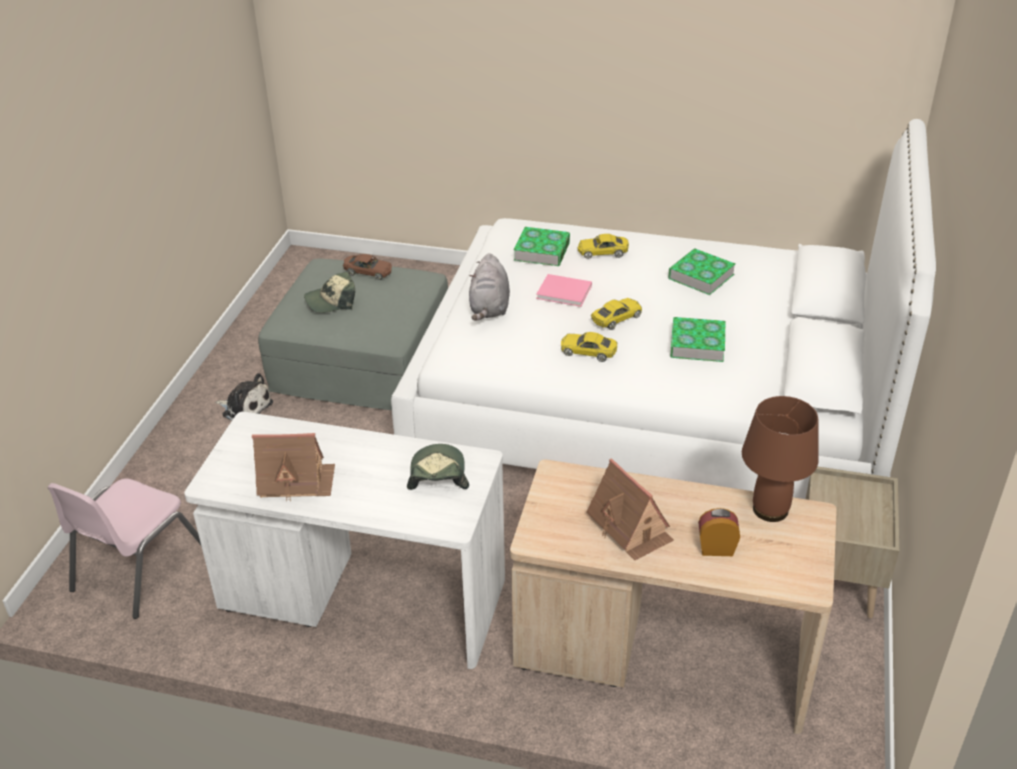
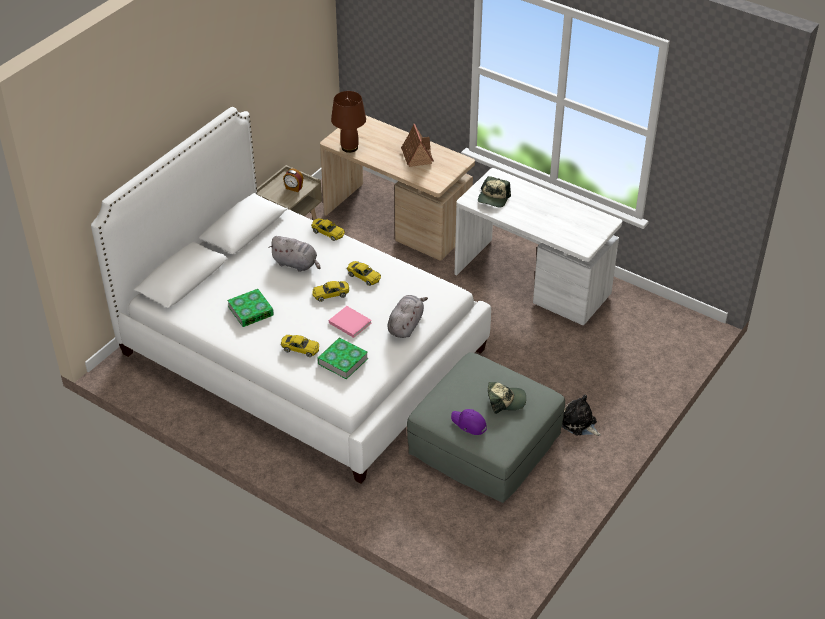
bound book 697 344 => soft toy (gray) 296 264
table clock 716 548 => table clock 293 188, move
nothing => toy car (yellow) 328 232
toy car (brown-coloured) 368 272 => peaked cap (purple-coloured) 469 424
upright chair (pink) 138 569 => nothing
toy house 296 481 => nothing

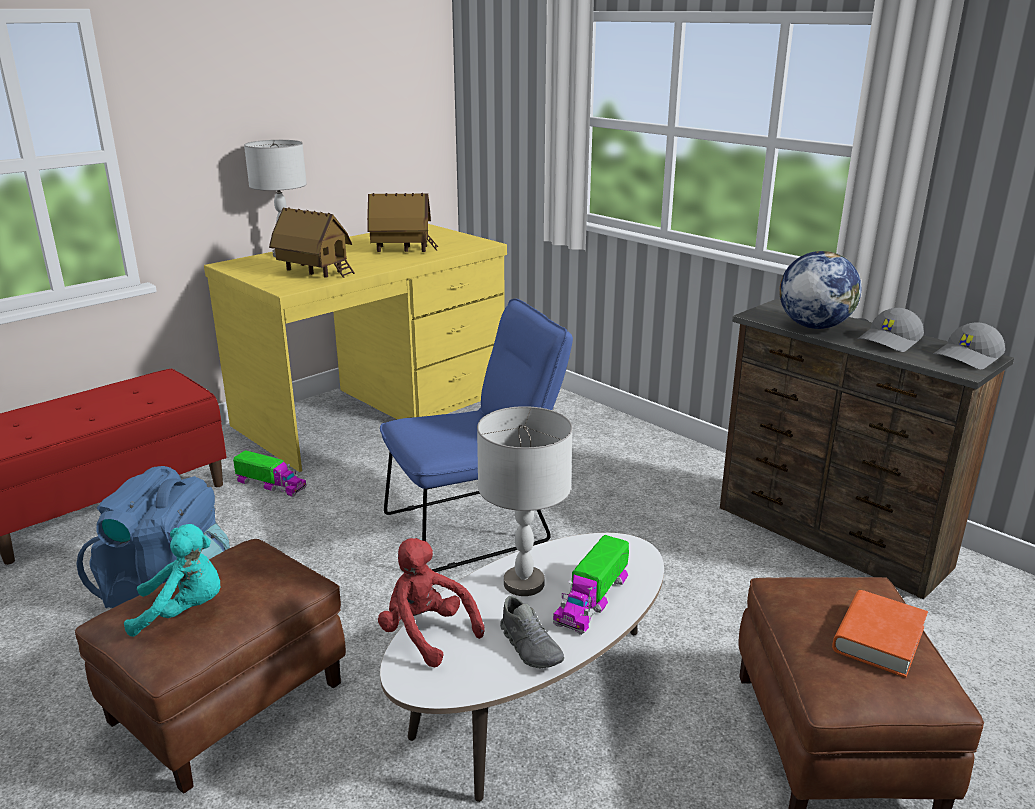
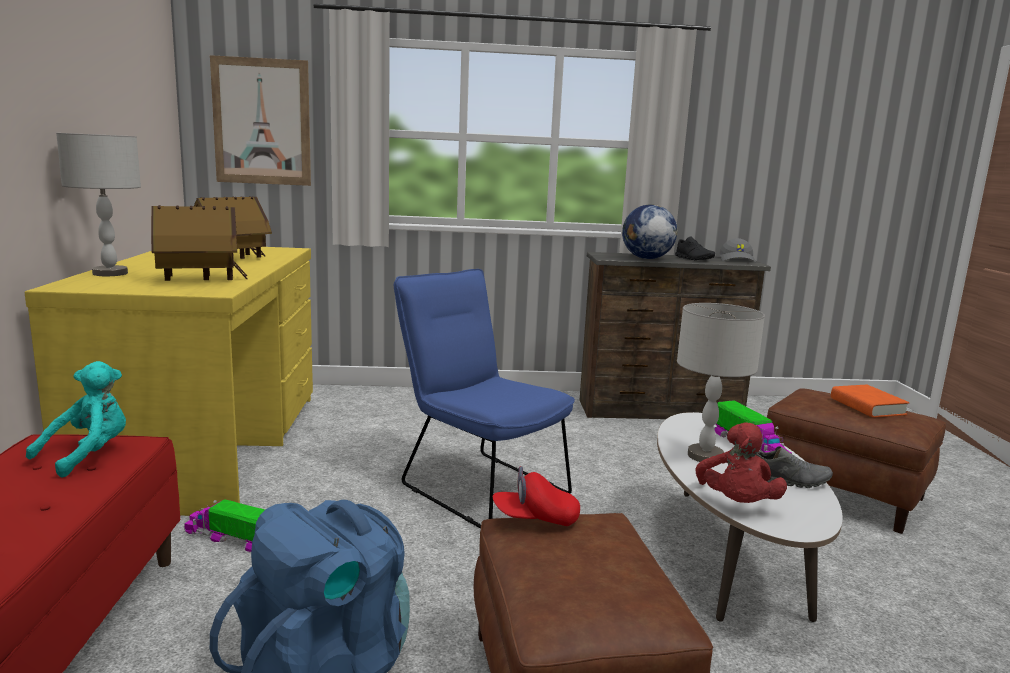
soft toy (blue-green) 184 611 => soft toy (blue-green) 88 455, move
toy lorry 271 485 => toy lorry 230 537, 135 degrees counterclockwise
nothing => wall art 262 122
upright chair (bluish) 477 525 => upright chair (bluish) 477 485, 60 degrees counterclockwise
nothing => peaked cap (red-coloured) 535 519
peaked cap (gray) 890 341 => shoe (black) 694 259
soft toy (red-coloured) 426 634 => soft toy (red-coloured) 736 504, 75 degrees counterclockwise

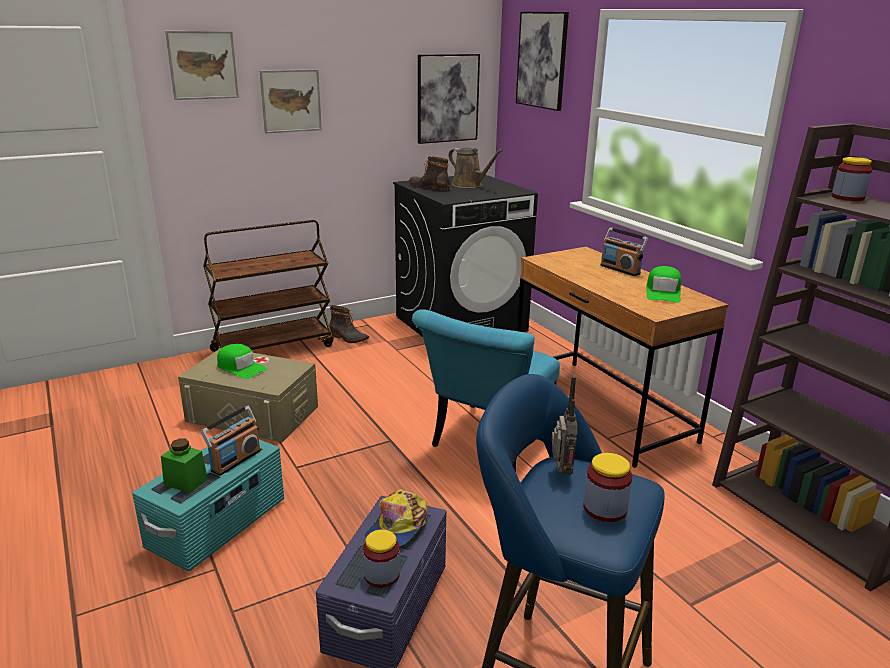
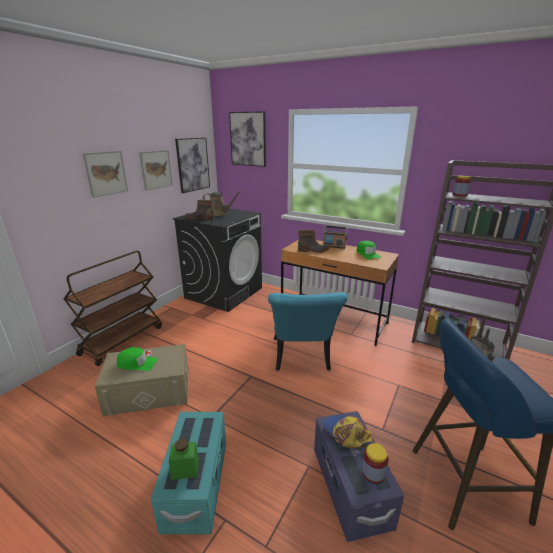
wall art 203 65 => wall art 156 169, move
boot 348 338 => boot 313 250, move
peaked cap 397 526 => peaked cap 346 434, 150 degrees clockwise
radio set 235 460 => nothing
preserve jar 605 508 => nothing

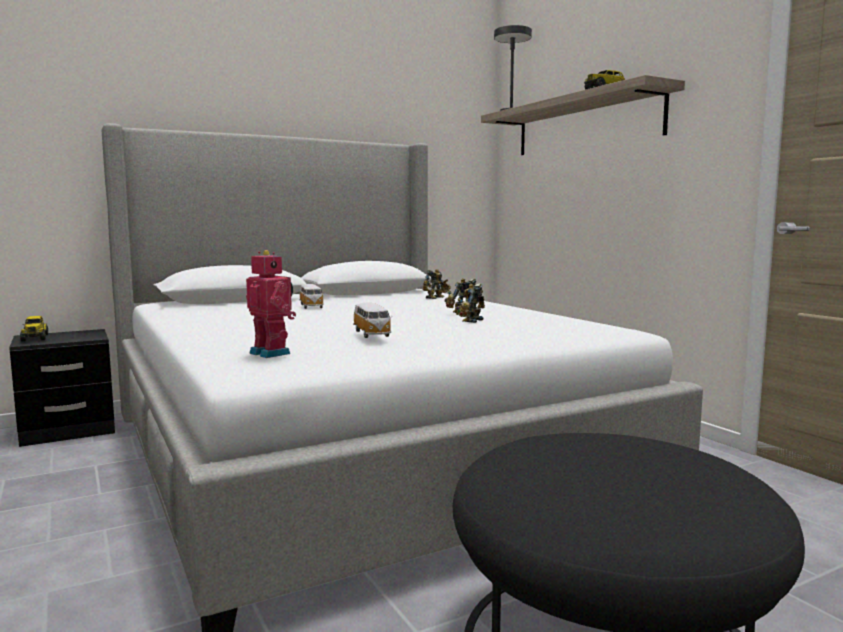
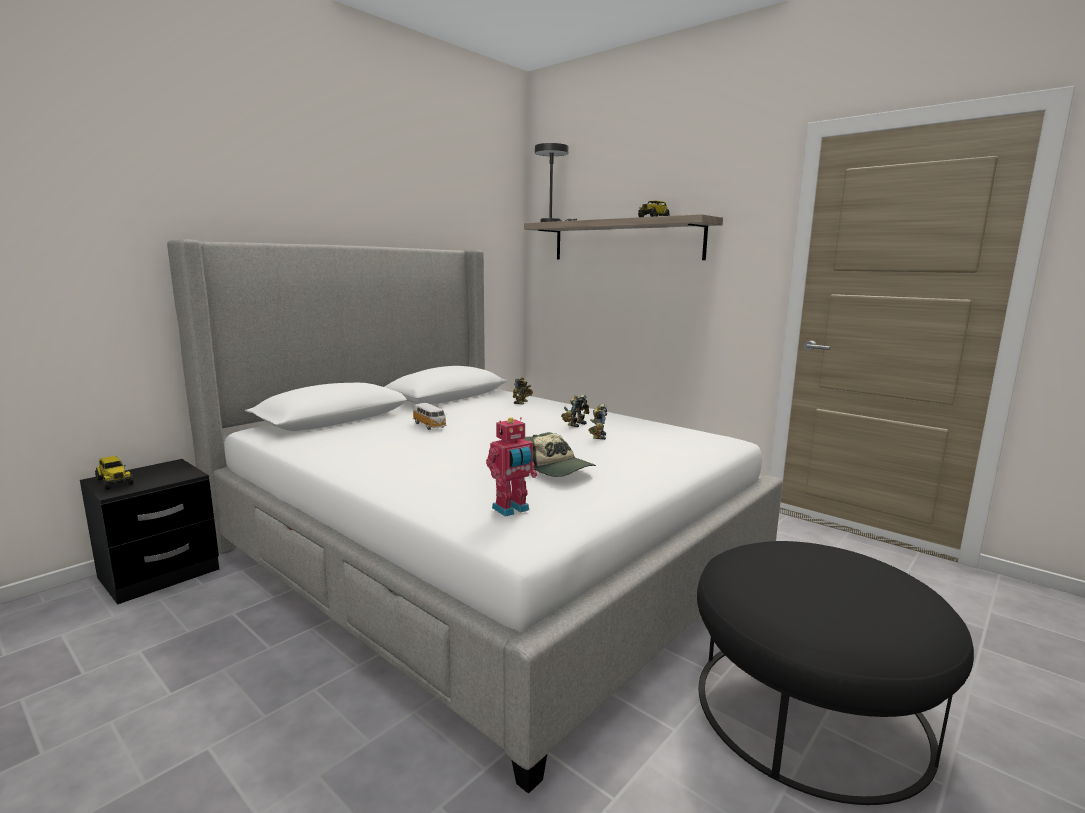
model robot 272 353 => model robot 512 510, 120 degrees clockwise
toy car 372 334 => peaked cap 556 469

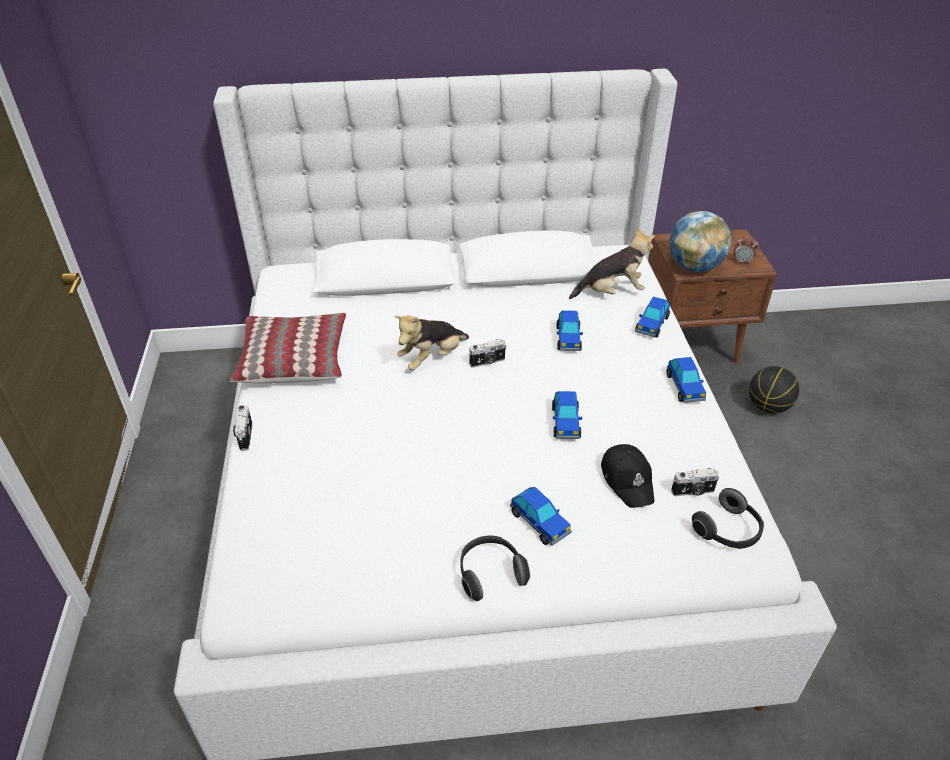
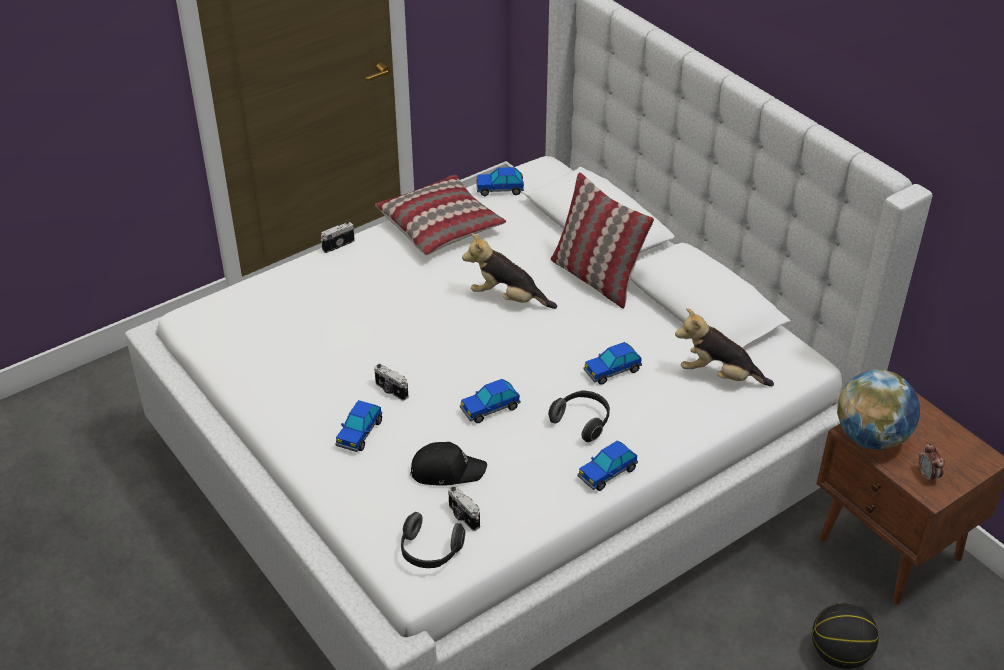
photo camera 487 362 => photo camera 391 391, move
peaked cap (black) 628 480 => peaked cap (black) 446 470, 135 degrees counterclockwise
toy car 652 324 => toy car 499 189, move
headset 490 574 => headset 582 422, move
nothing => throw pillow 596 278
soft toy 611 292 => soft toy 719 375, 150 degrees clockwise

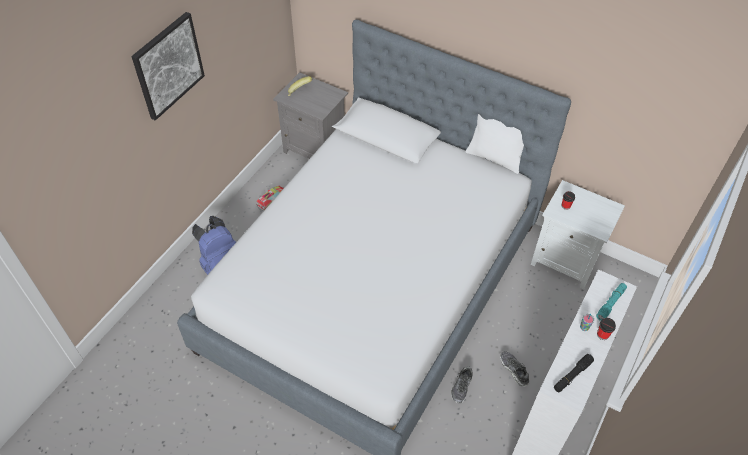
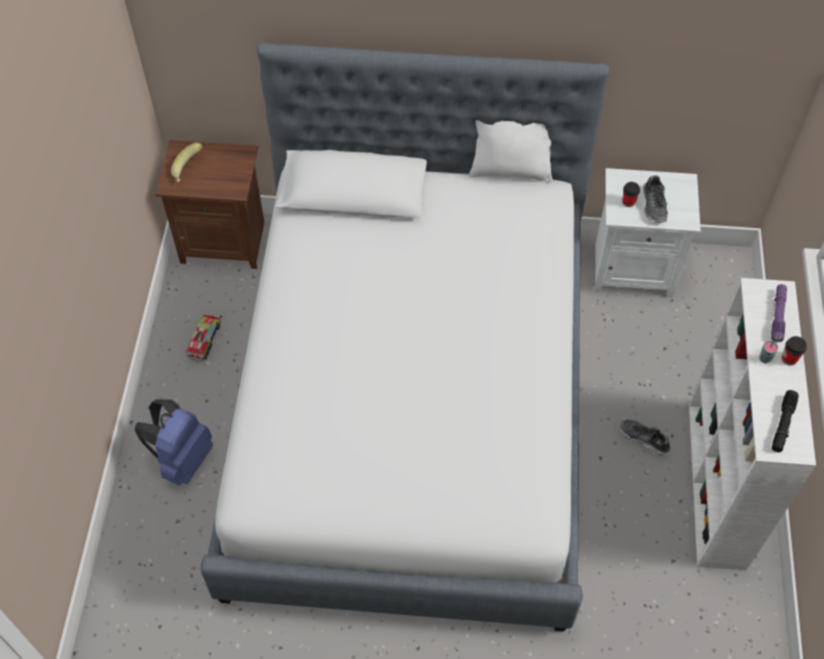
bedside table (gray) 315 149 => bedside table (brown-coloured) 224 241
shoe 461 387 => shoe 654 205, move
torch (blue-green) 610 303 => torch (purple-coloured) 778 315
wall art 168 65 => nothing

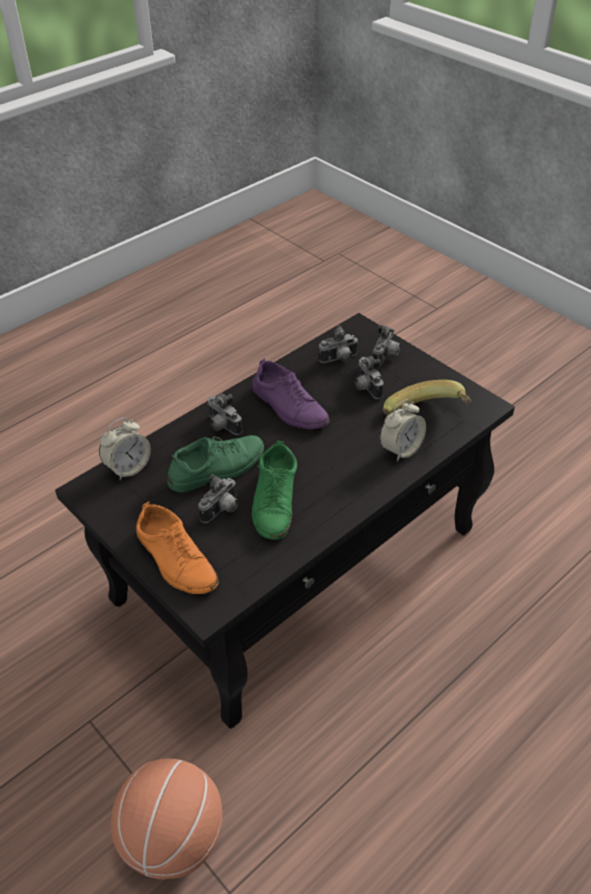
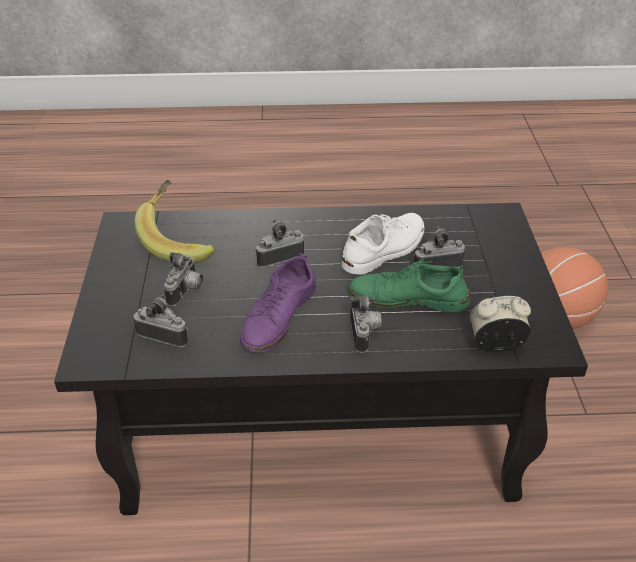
shoe (purple-coloured) 289 406 => shoe (purple-coloured) 278 316, 150 degrees counterclockwise
photo camera 386 357 => photo camera 278 257, move
shoe (greenish) 275 500 => shoe (whitish) 384 249
shoe (orange) 176 559 => nothing
table clock 400 449 => nothing

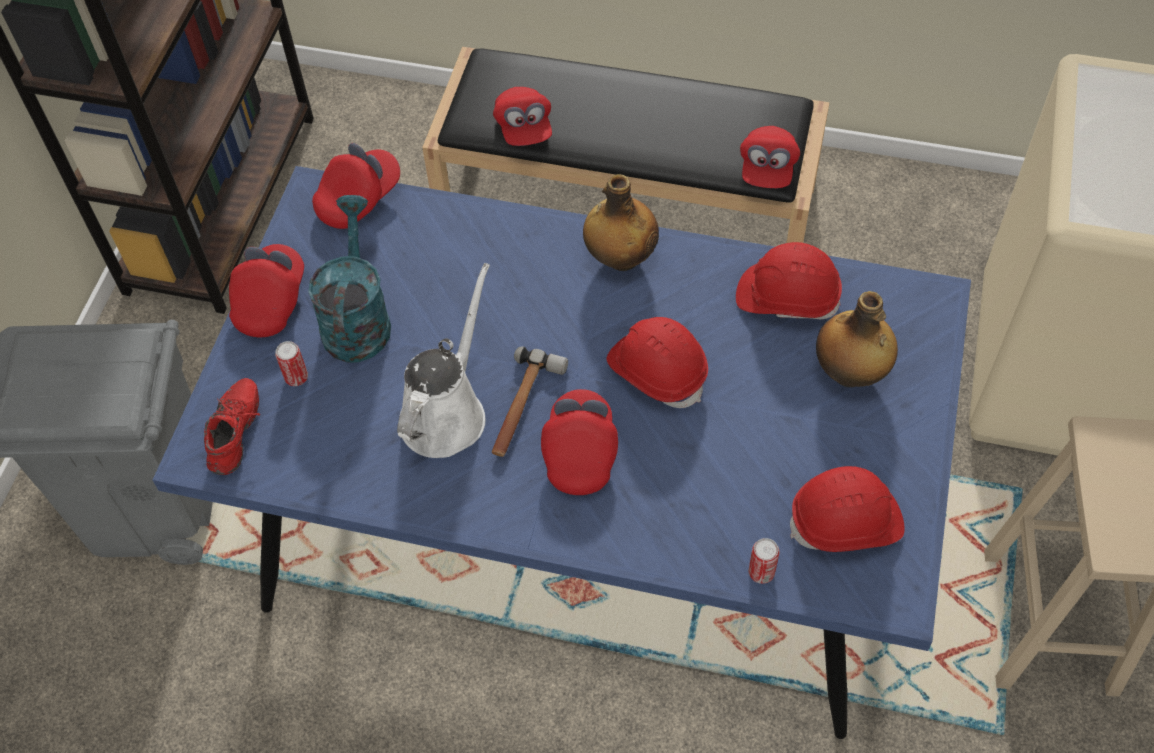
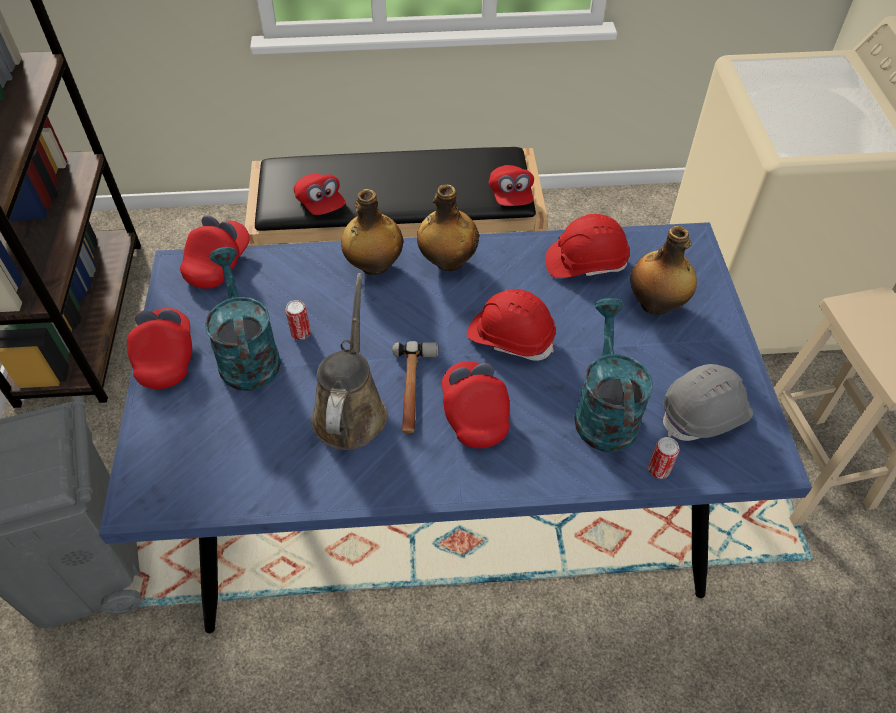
sealed can 296 377 => sealed can 301 333, move
sprinkling can (whitish) 446 412 => sprinkling can (brown-coloured) 350 410
nothing => drink bottle 374 266
nothing => sprinkling can (blue-green) 604 410
work helmet (red-coloured) 846 523 => work helmet (gray) 705 414
shoe (red-coloured) 239 434 => nothing

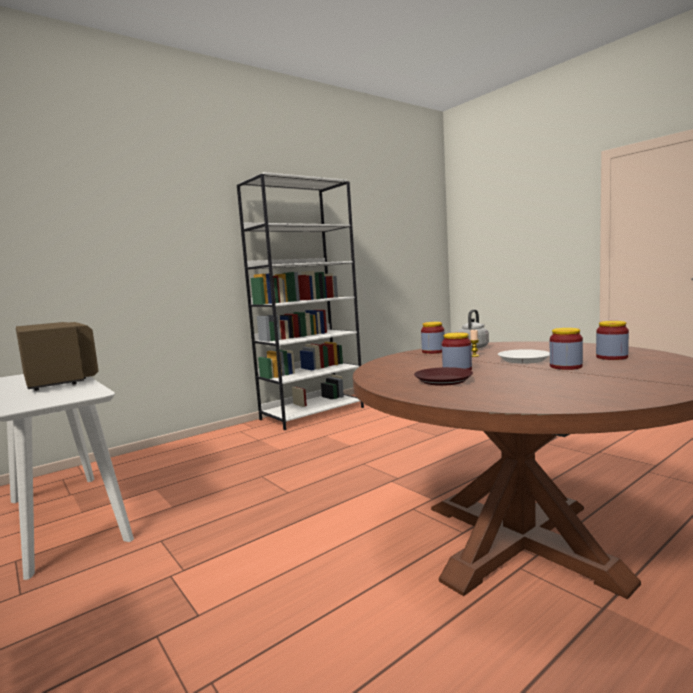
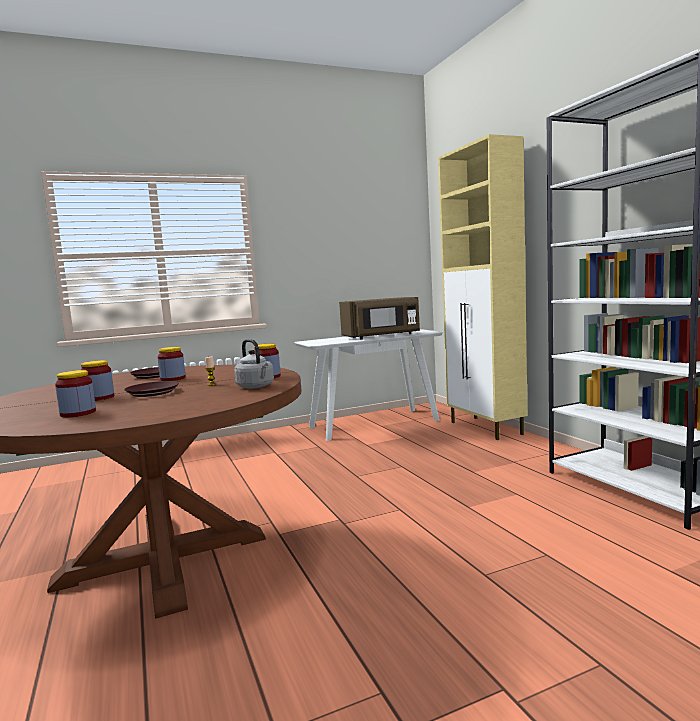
flat dish (whitish) 523 360 => flat dish (brown-coloured) 153 392
nothing => cupboard (beige) 486 428

